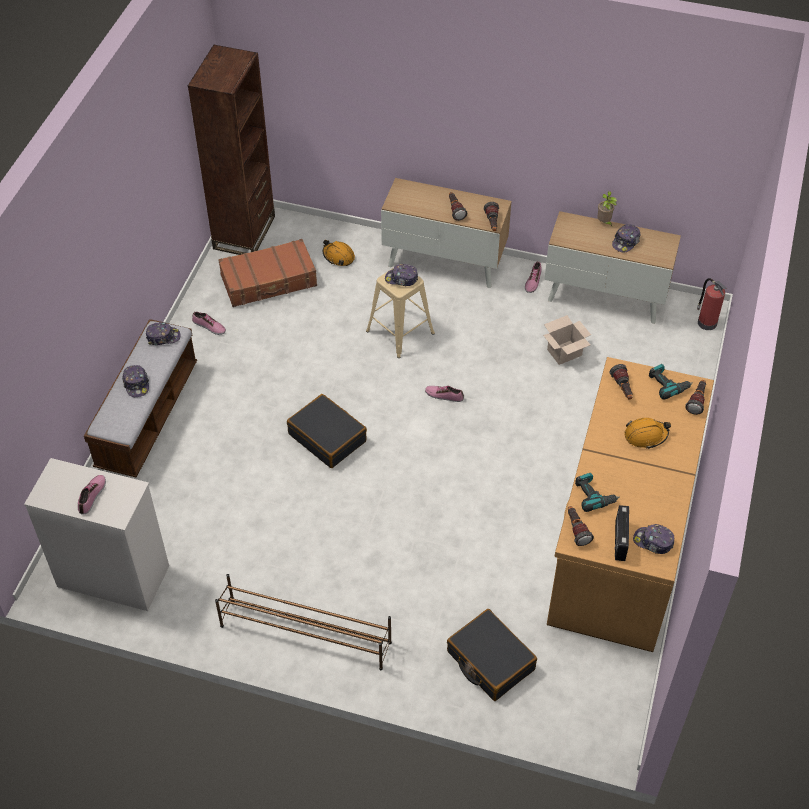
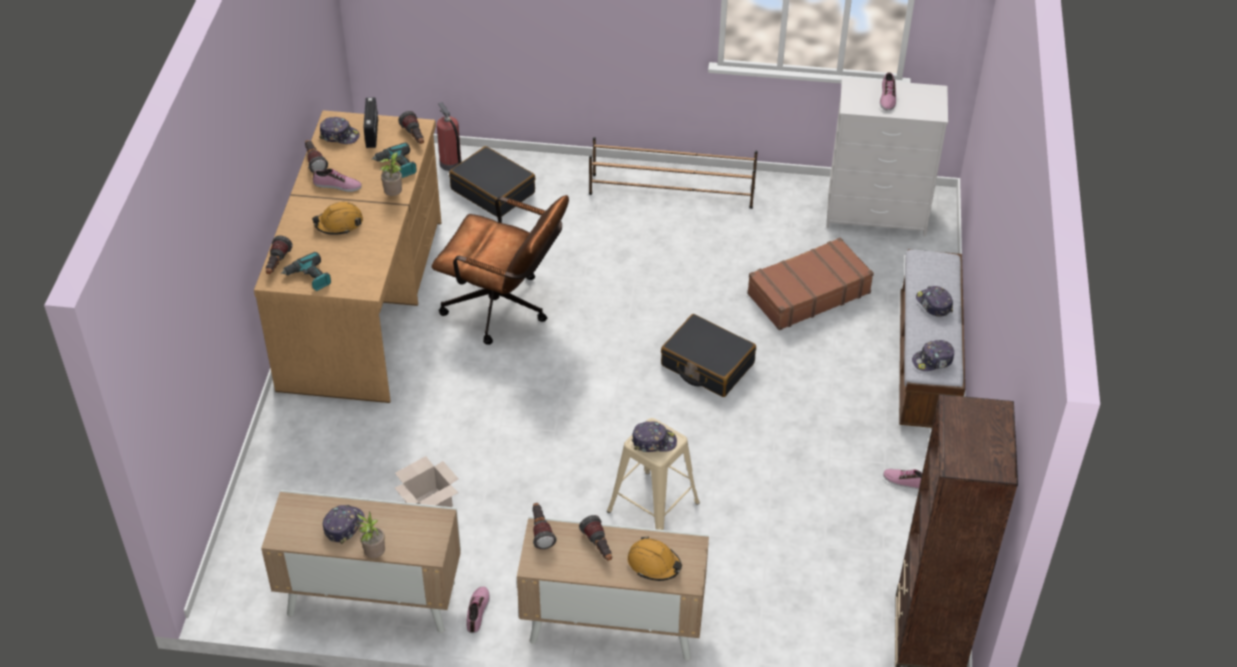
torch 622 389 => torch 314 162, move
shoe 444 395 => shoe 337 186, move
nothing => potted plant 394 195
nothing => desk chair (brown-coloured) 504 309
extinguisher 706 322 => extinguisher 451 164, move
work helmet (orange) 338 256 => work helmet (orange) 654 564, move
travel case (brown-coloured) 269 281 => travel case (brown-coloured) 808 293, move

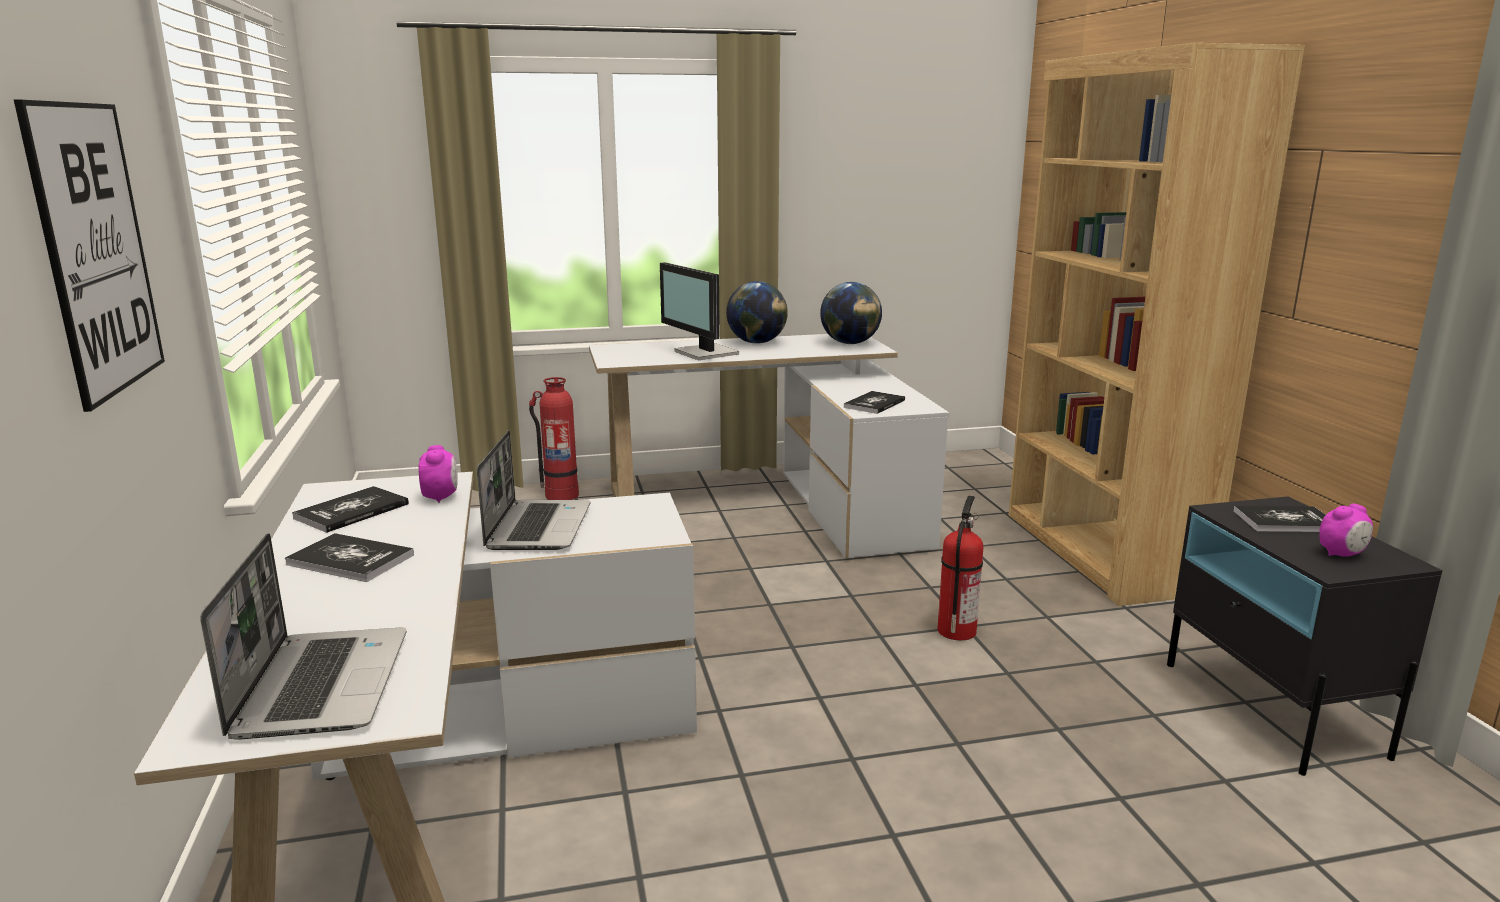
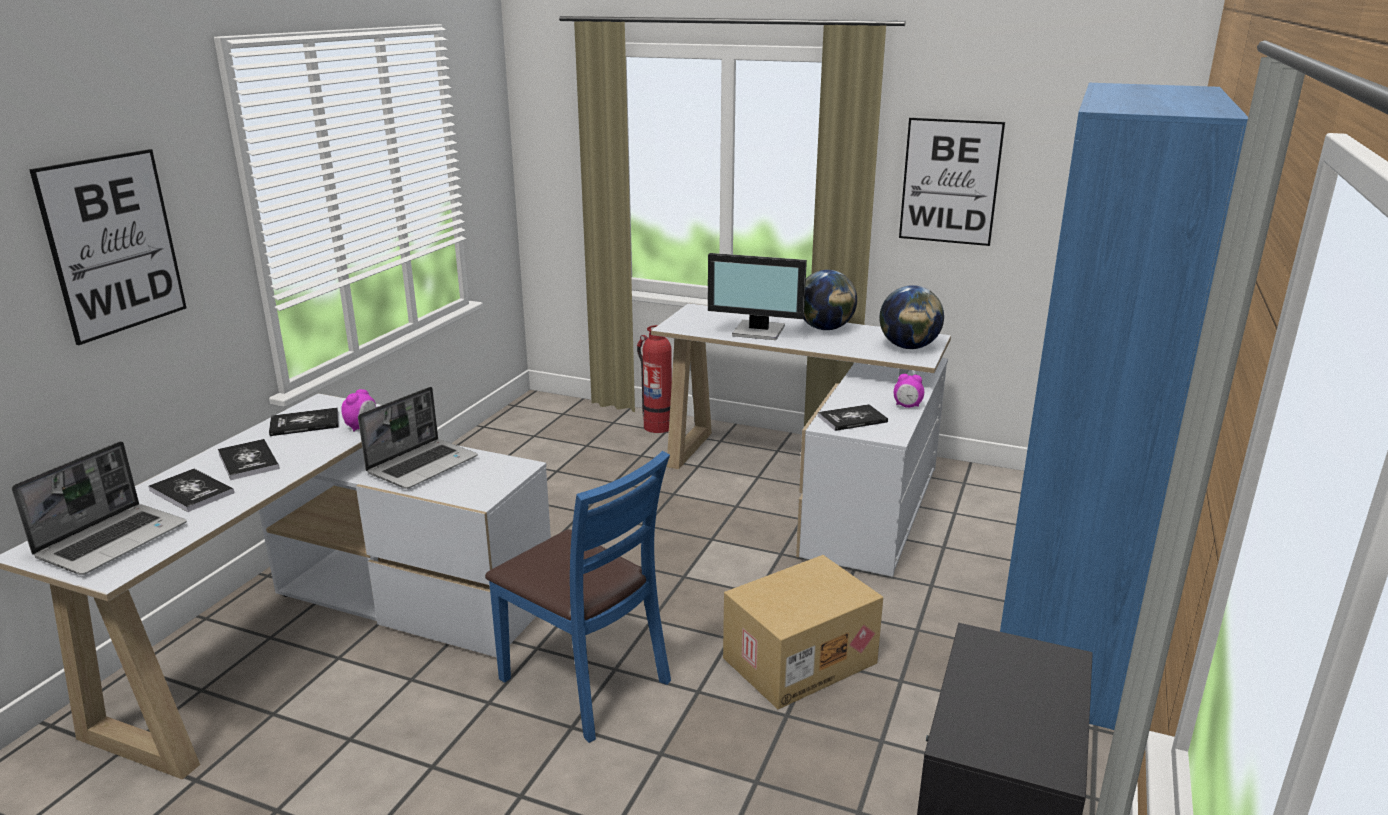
bound book 1285 521 => bound book 191 491, move
nothing => upright chair (bluish) 585 682
computer screen 704 353 => computer screen 759 332, 75 degrees counterclockwise
extinguisher 956 630 => packing box 799 659
table clock 1341 554 => table clock 907 406, move
nothing => wall art 950 181
bookshelf (brown-coloured) 1100 552 => bookshelf (bluish) 1059 638

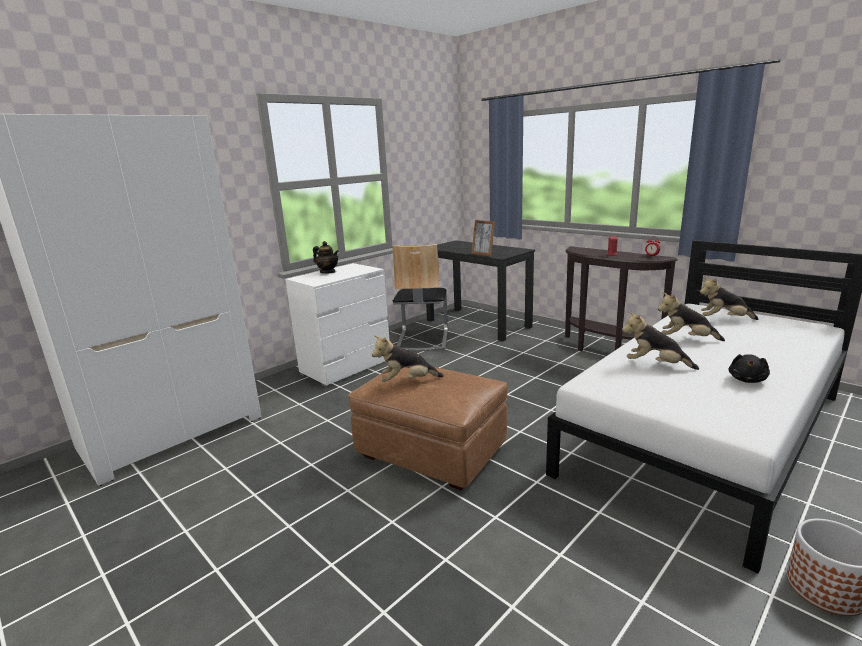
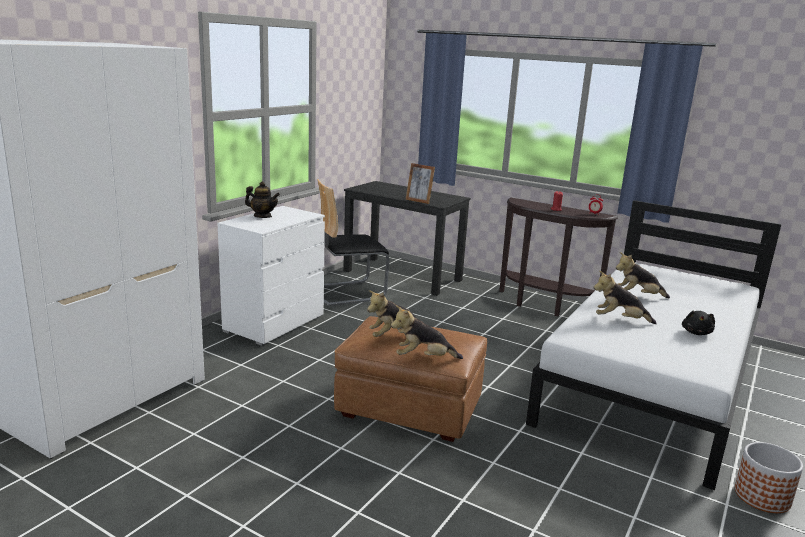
upright chair 422 339 => upright chair 347 292, 75 degrees clockwise
soft toy 724 319 => soft toy 423 358, move

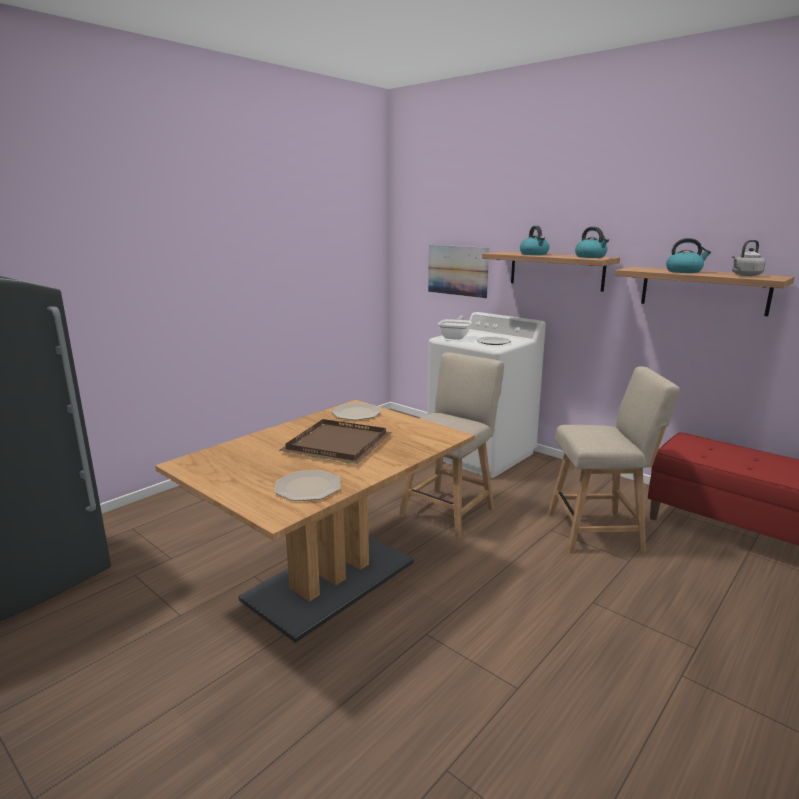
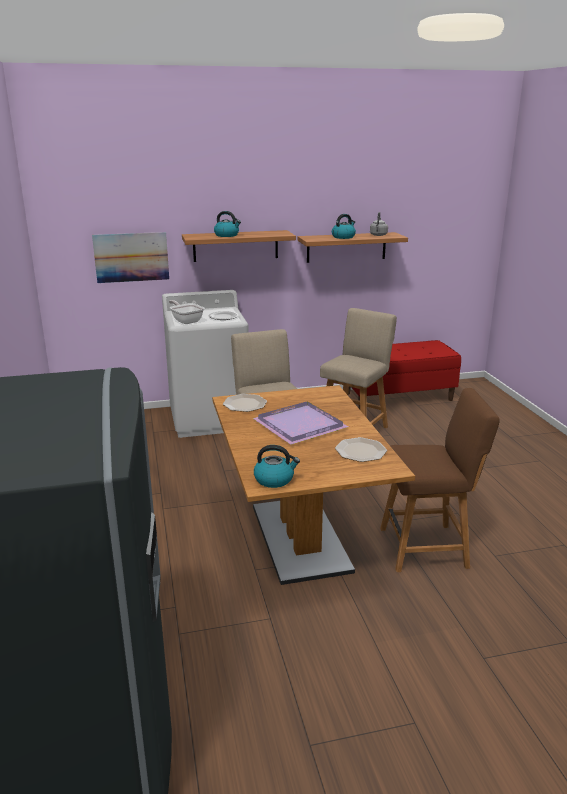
carrying tray (brown-coloured) 337 444 => carrying tray (purple-coloured) 298 425
kettle 591 257 => kettle 274 479, move
nothing => upright chair (brown-coloured) 428 547

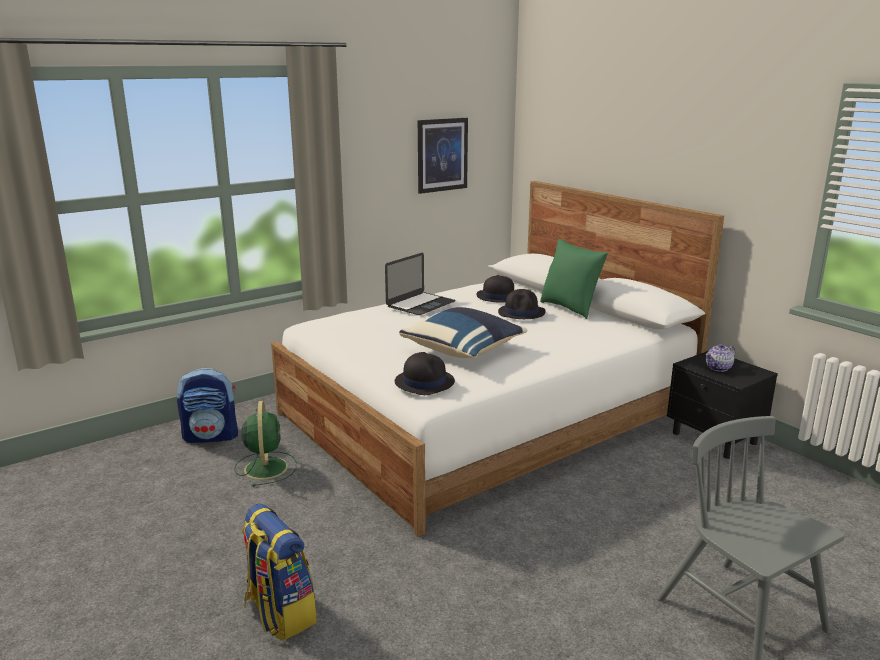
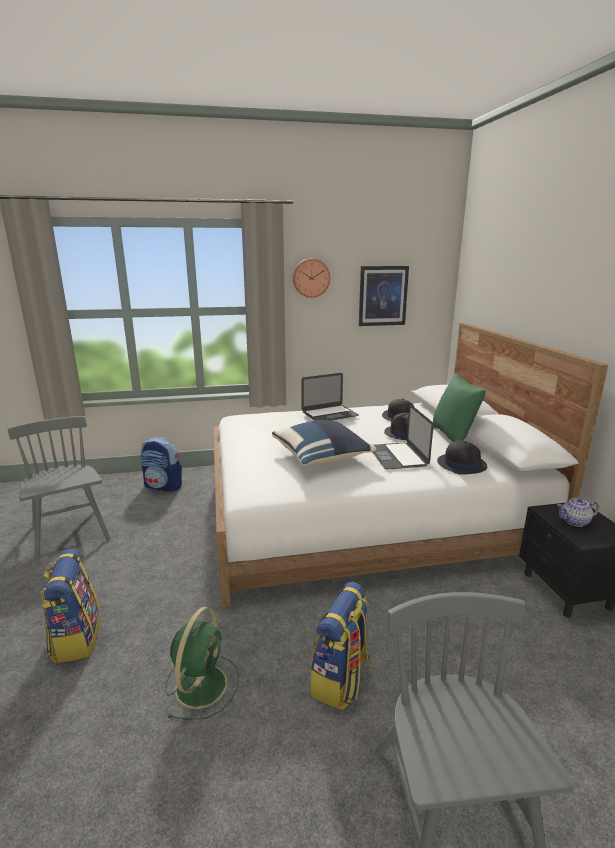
nothing => upright chair (gray) 70 532
cooling fan (greenish) 266 467 => cooling fan (greenish) 202 684, move
nothing => hanging clock 311 278
nothing => rucksack 341 680
nothing => portable computer 397 456
clothing hat (black) 424 382 => clothing hat (black) 461 464, move

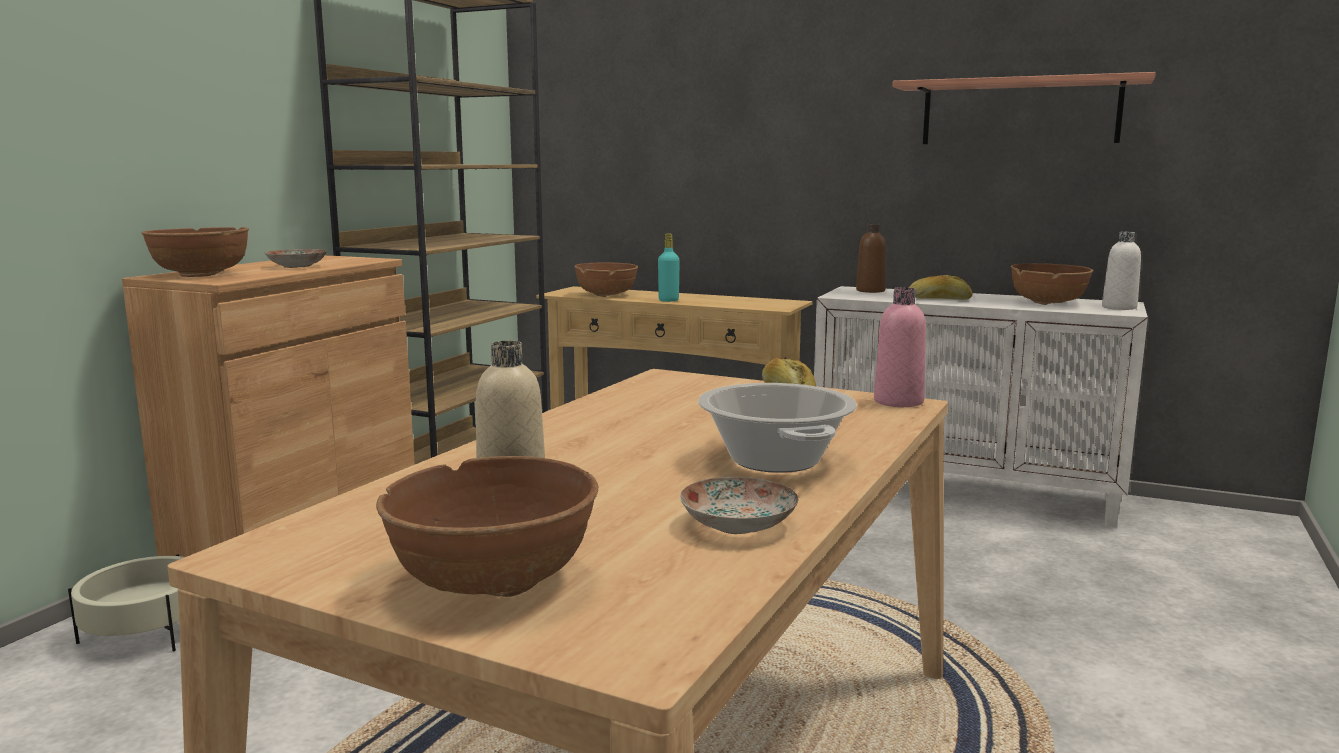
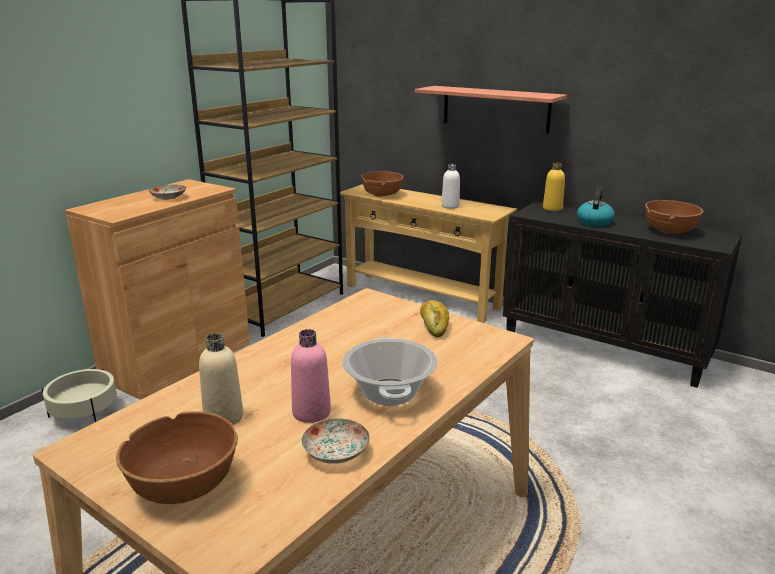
drink bottle (pink) 898 402 => drink bottle (pink) 311 412, move
bracket shelf 1019 112 => bracket shelf 495 109, move
drink bottle (whitish) 1119 307 => drink bottle (whitish) 450 206, move
cupboard (whitish) 965 491 => cupboard (black) 605 348
drink bottle (brown-coloured) 870 291 => drink bottle (yellow) 552 208
bakery bread 939 299 => kettle 594 222
serving bowl (brown-coloured) 200 274 => nothing
drink bottle (blue-green) 668 300 => nothing

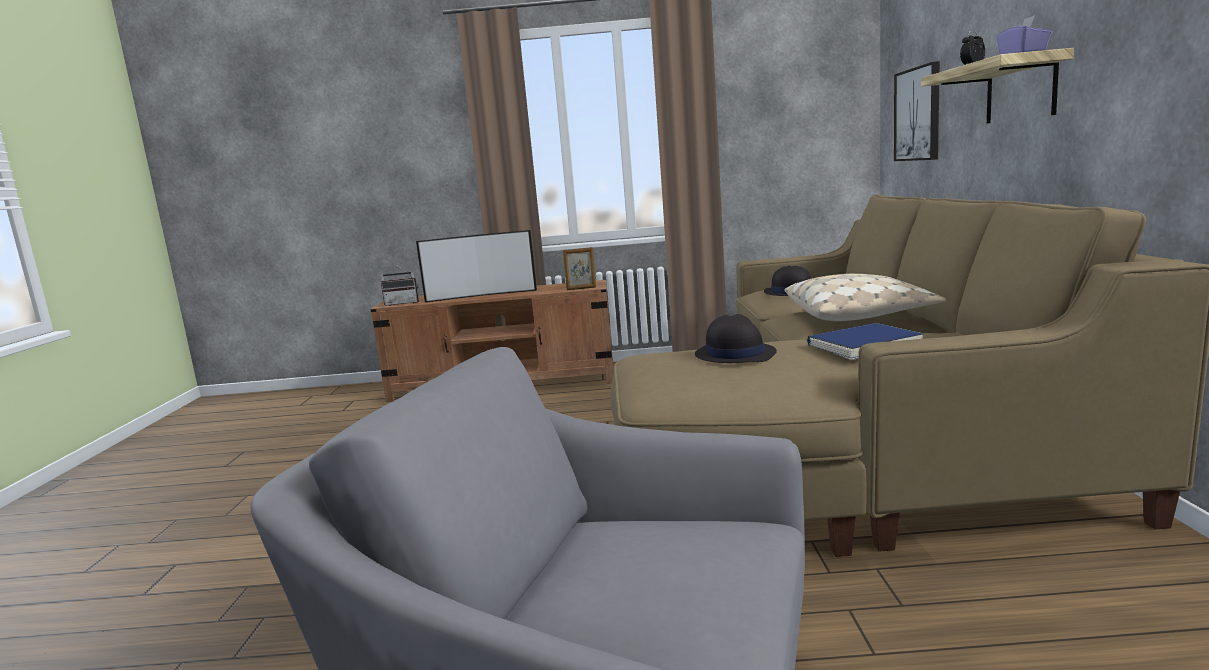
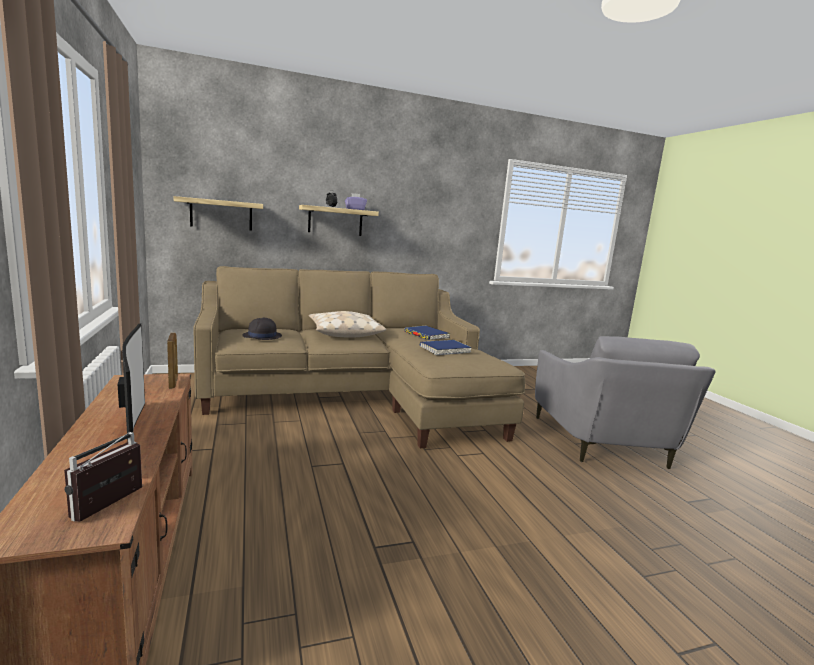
radio set 403 303 => radio set 112 506, 135 degrees counterclockwise
wall art 918 114 => bracket shelf 221 214
clothing hat (black) 734 354 => bound book (bluish) 445 349

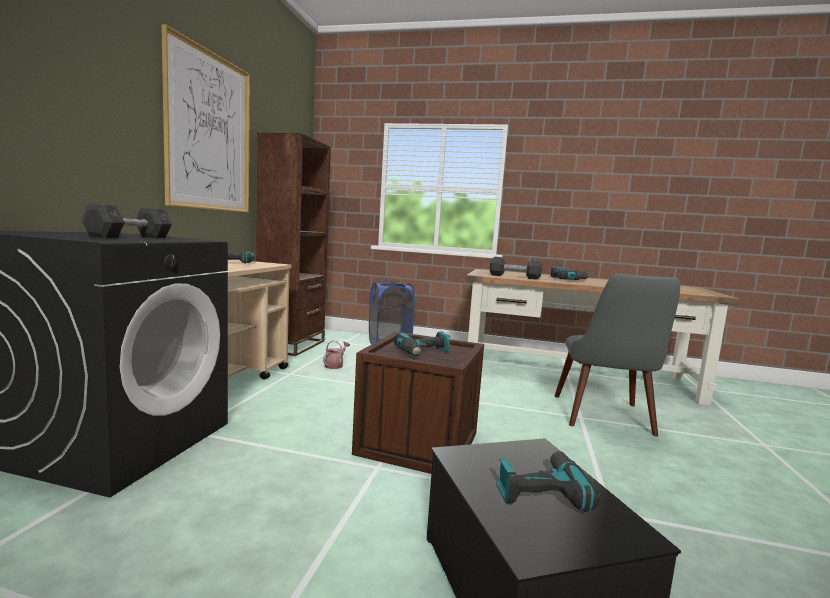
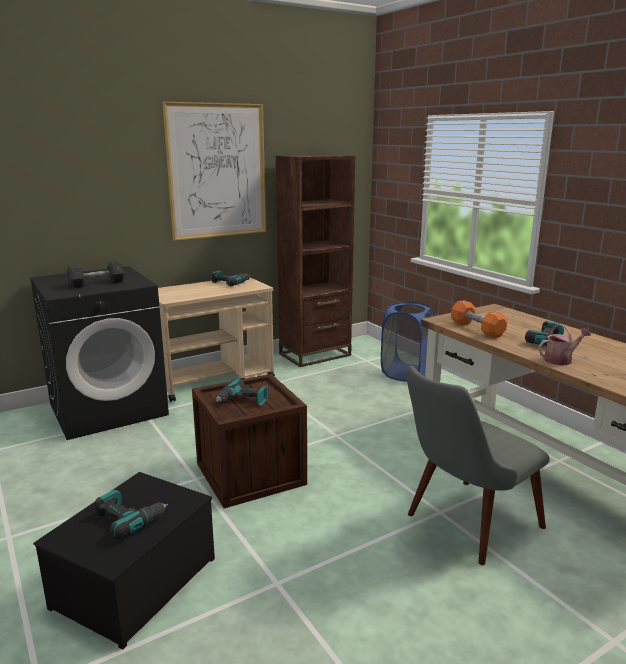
hand weight (black) 514 277 => hand weight (orange) 477 329
sprinkling can 335 365 => sprinkling can 561 360, move

